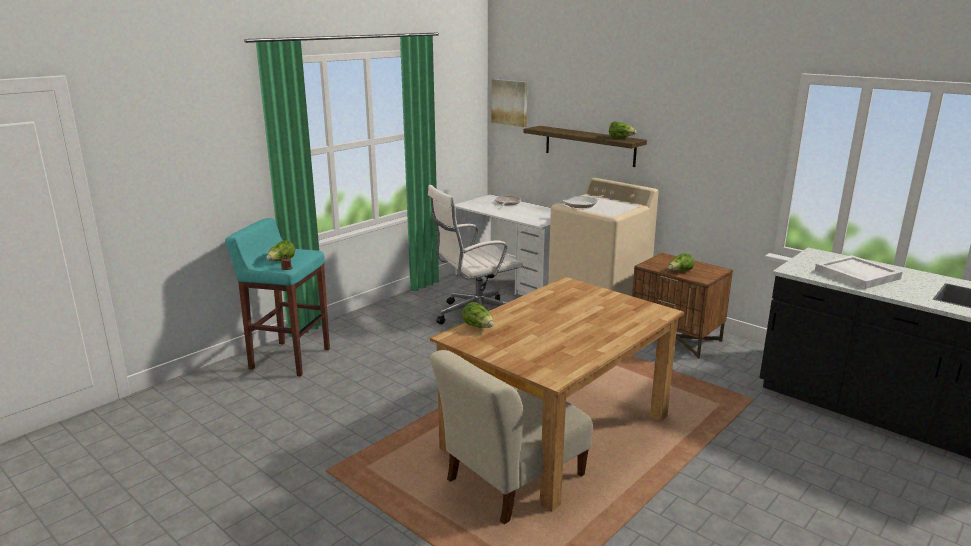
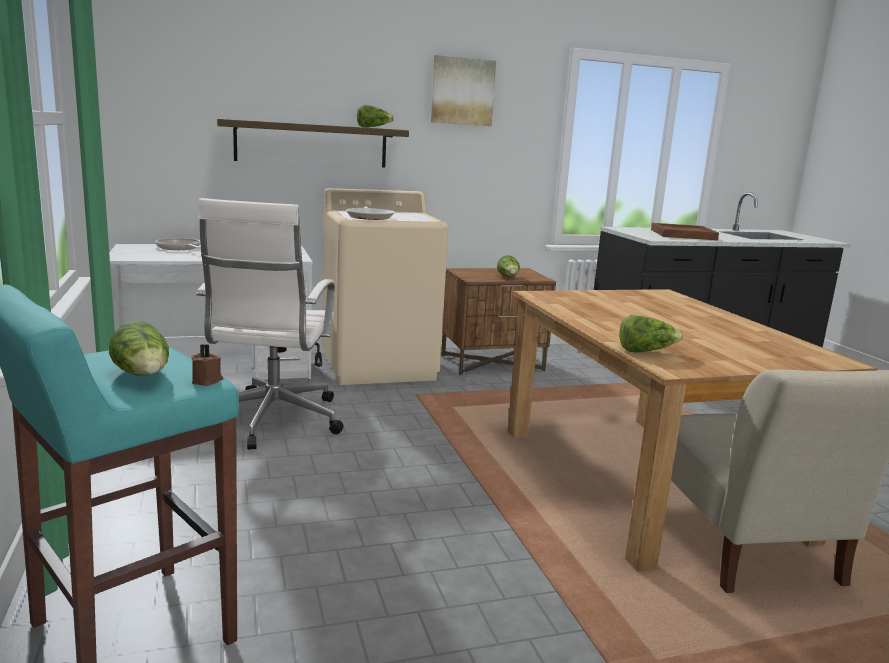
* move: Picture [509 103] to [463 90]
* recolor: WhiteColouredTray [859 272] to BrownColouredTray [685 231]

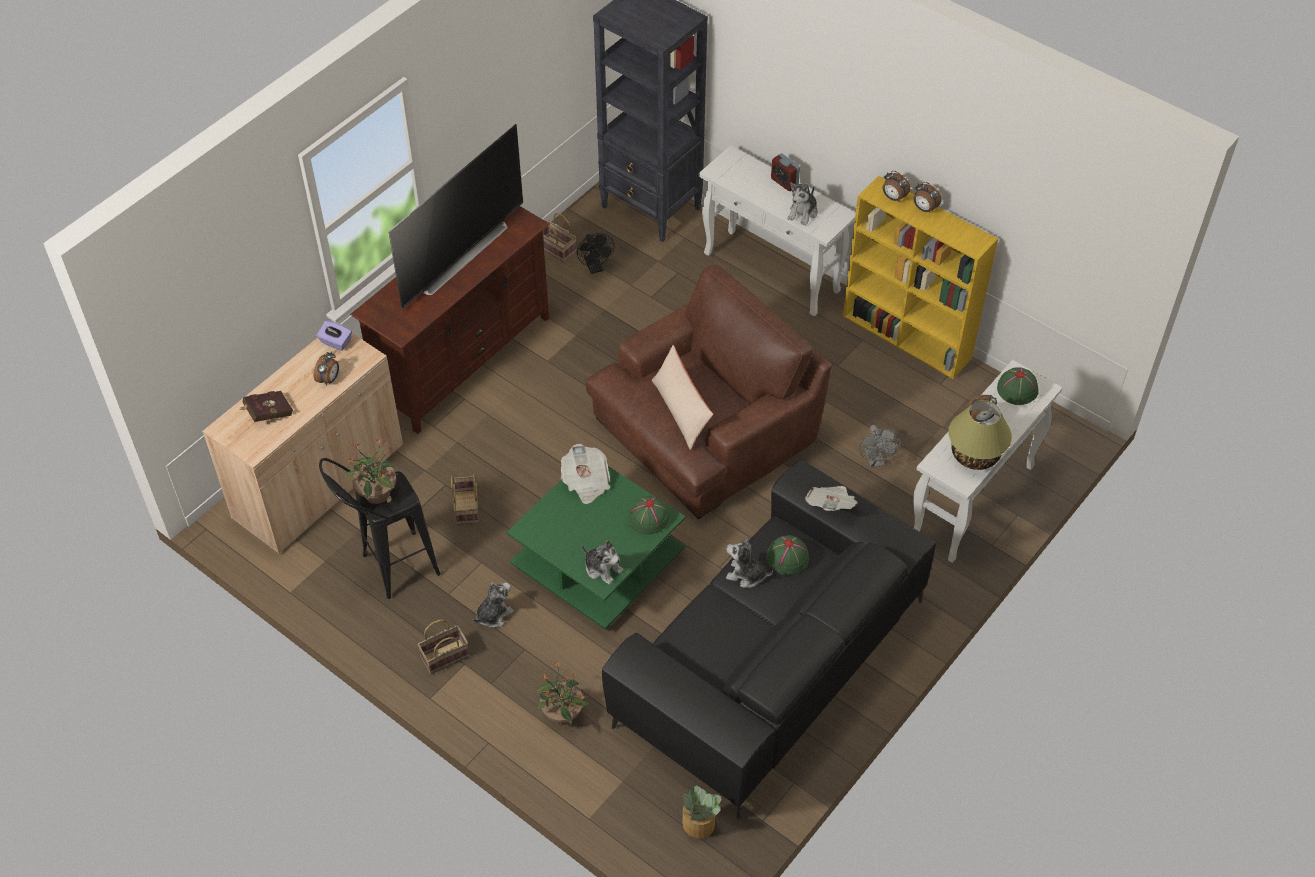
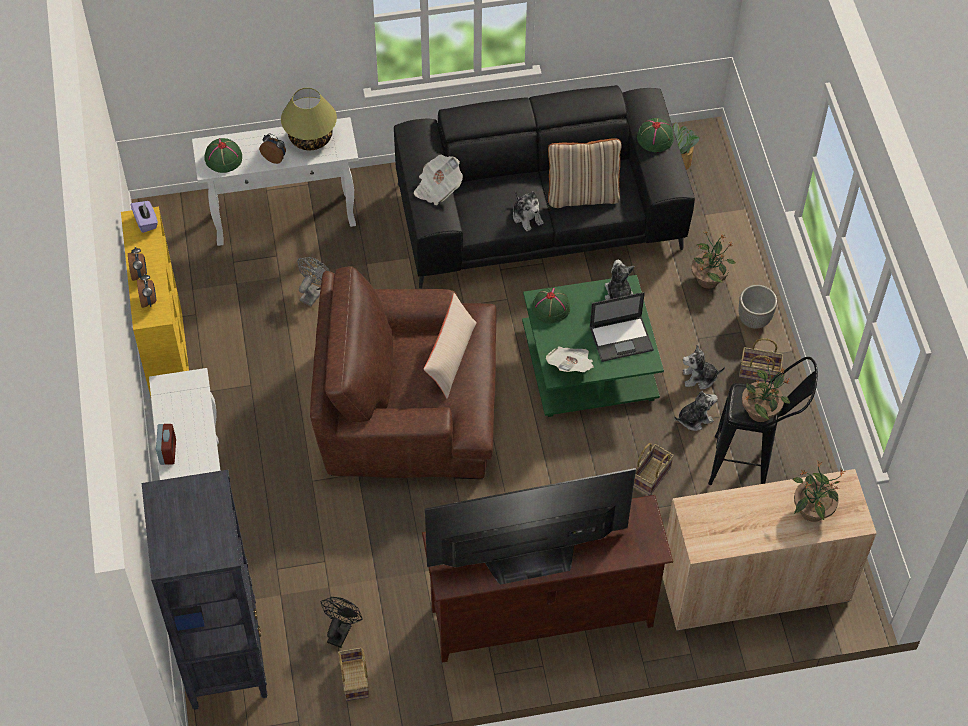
* move: PurpleColouredTissueHolder [334 335] to [144 217]
* insert: BeigeColouredPillow [585 173]
* insert: PortableComputer [621 327]
* move: GreenColouredWearableHat [787 555] to [655 135]
* move: PlushToy [803 204] to [696 411]
* insert: Planter [758 307]
* replace: RedBoundBook [266 406] to Houseplant [819 491]
* delete: BedsideClock [326 368]

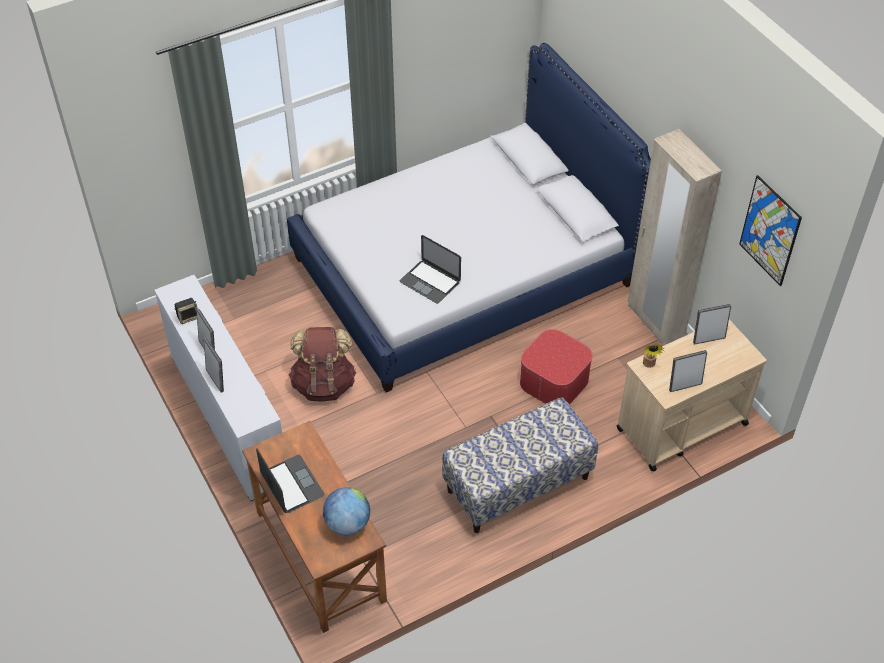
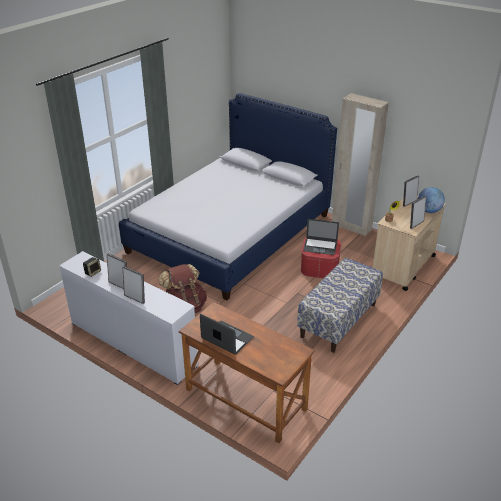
* move: PortableComputer [430 269] to [321 237]
* move: Globe [346 511] to [431 200]
* delete: Picture [770 230]

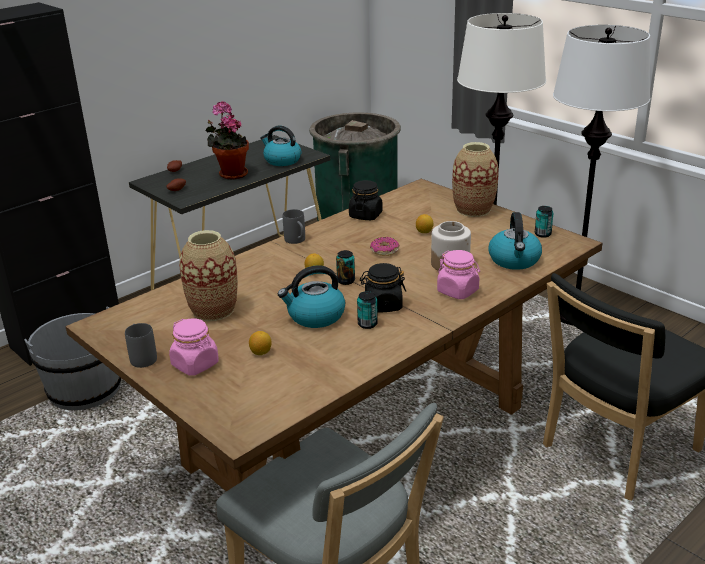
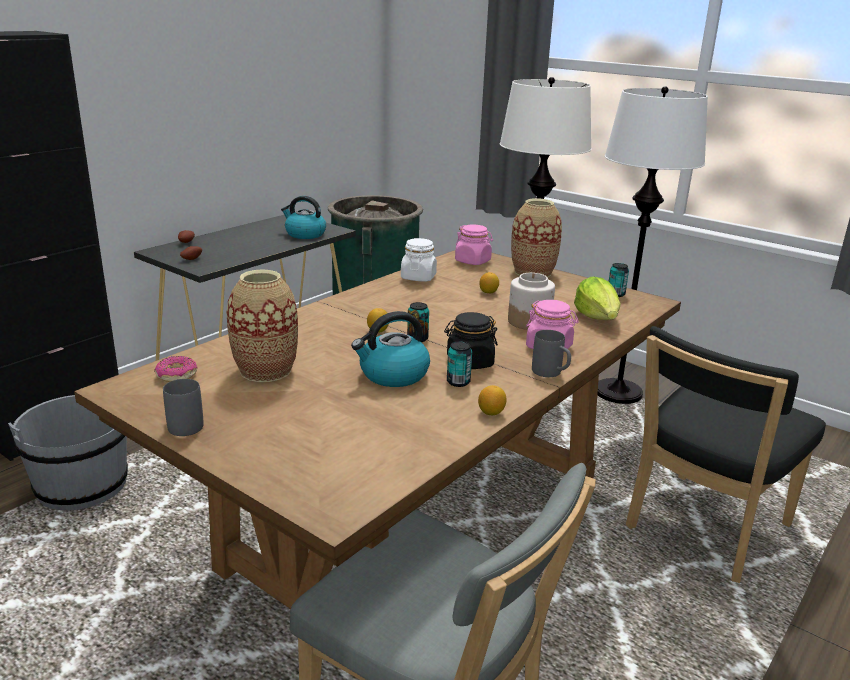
* move: Doughnut [385 246] to [176 369]
* recolor: BlackishPreserveJar [366 200] to WhiteColouredPreserveJar [419 260]
* move: PinkPreserveJar [194 347] to [474 245]
* move: Lemon [260 343] to [492 400]
* move: GreyCoffeeMug [294 226] to [551 353]
* replace: Kettle [515 241] to Lettuce [597 298]
* delete: Houseplant [227 140]

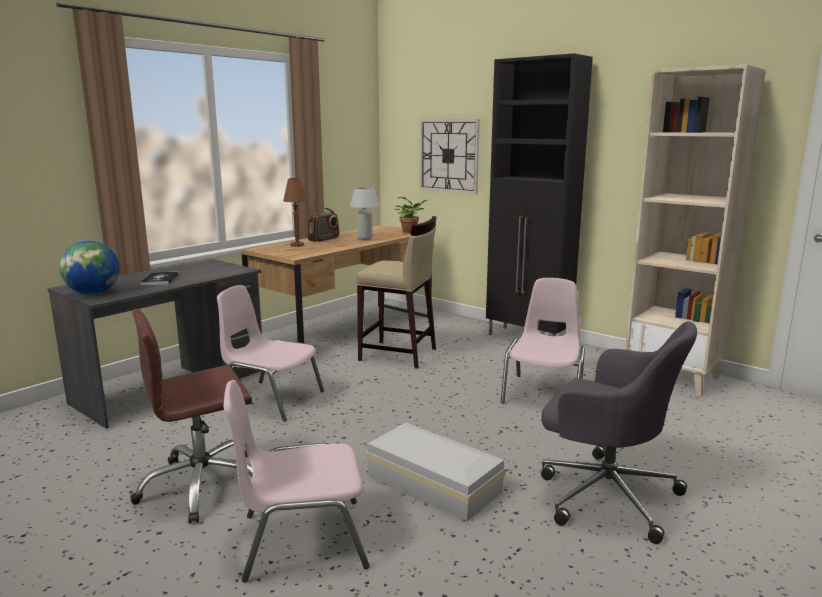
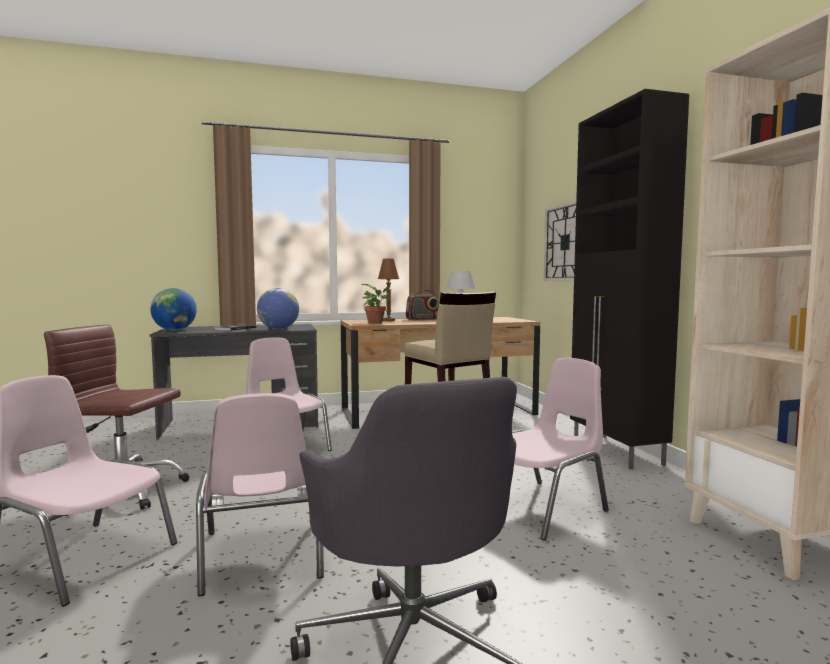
* replace: WhiteColouredStorageContainer [436 472] to PinkChair [260 494]
* insert: Globe [278 308]
* move: Houseplant [411 215] to [376 304]

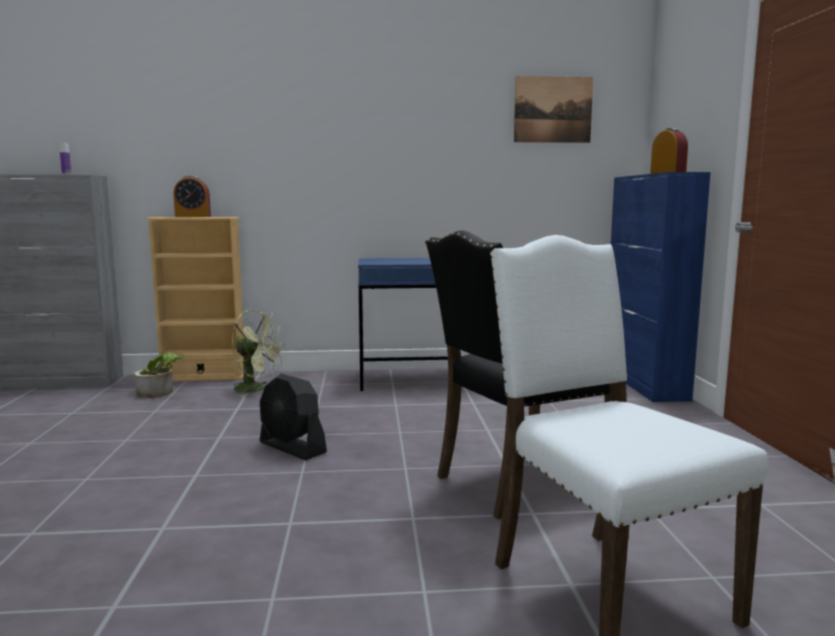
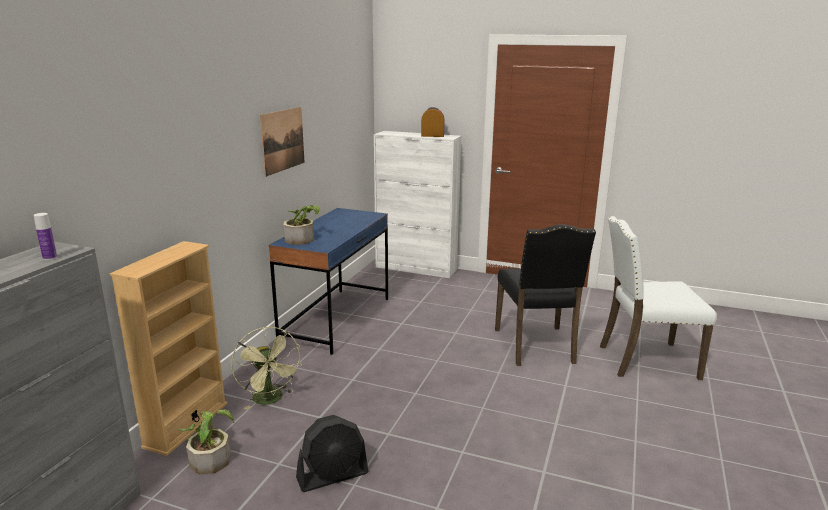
* rotate: GreenColouredFan [258 353] = [266 368] 105 degrees clockwise
* move: Picture [553 109] to [282 142]
* insert: Houseplant [301 225]
* move: BlackishFan [293 417] to [332 453]
* recolor: BlueCabinet [661 287] to WhiteColouredCabinet [417 204]
* delete: BedsideClock [192 196]

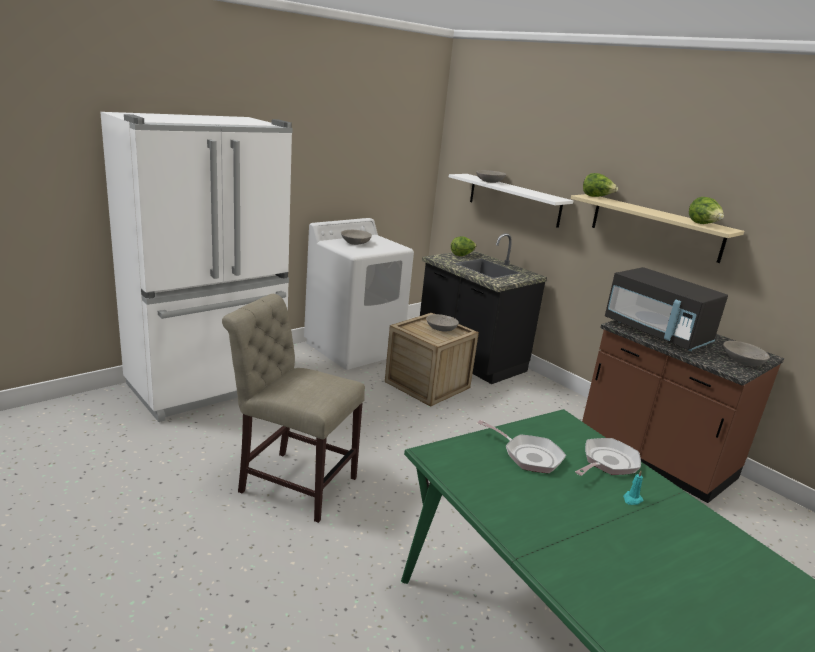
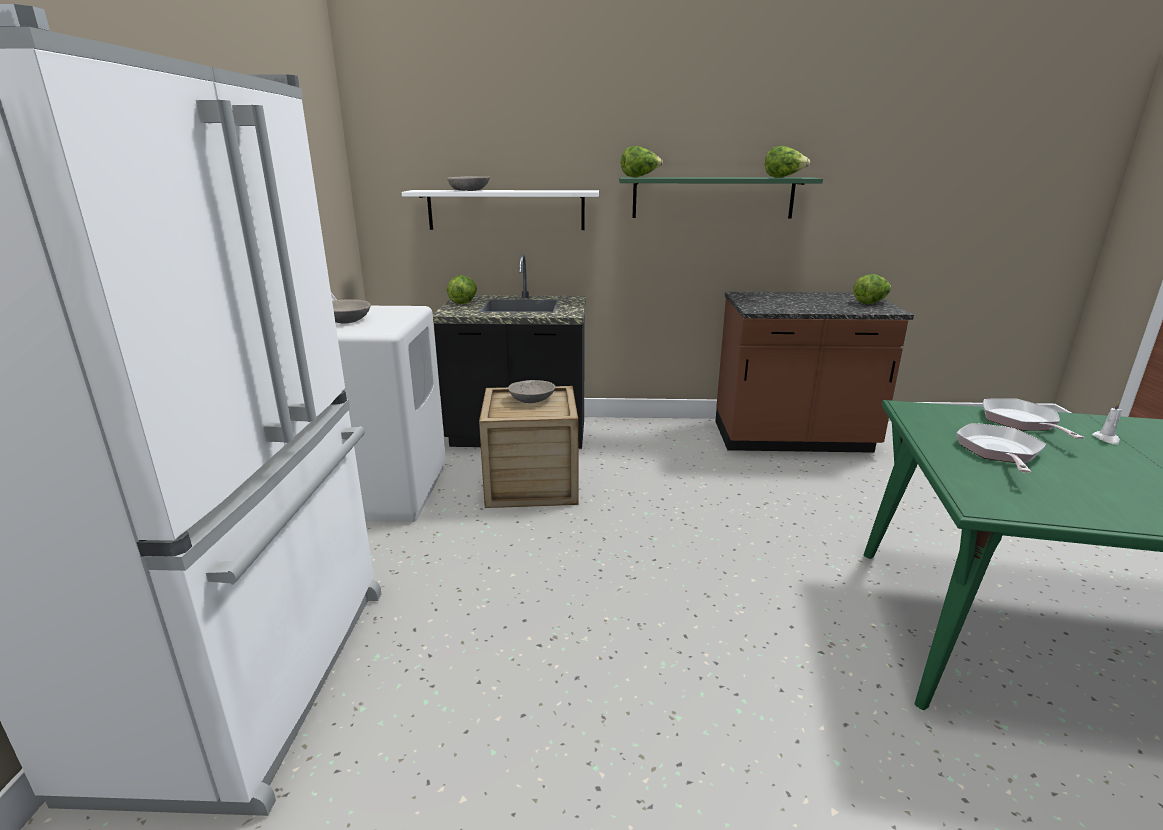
* recolor: BeigeColouredWallShelf [657 228] to GreenColouredWallShelf [721 197]
* replace: GreyServingBowl [746 353] to Lettuce [872 289]
* rotate: Skillet [521 446] = [1001 448] 60 degrees counterclockwise
* recolor: BlueGreenWaxCandle [633 488] to WhiteColouredWaxCandle [1106 422]
* delete: BeigeColouredChair [293 408]
* delete: BlackishMicrowave [666 309]

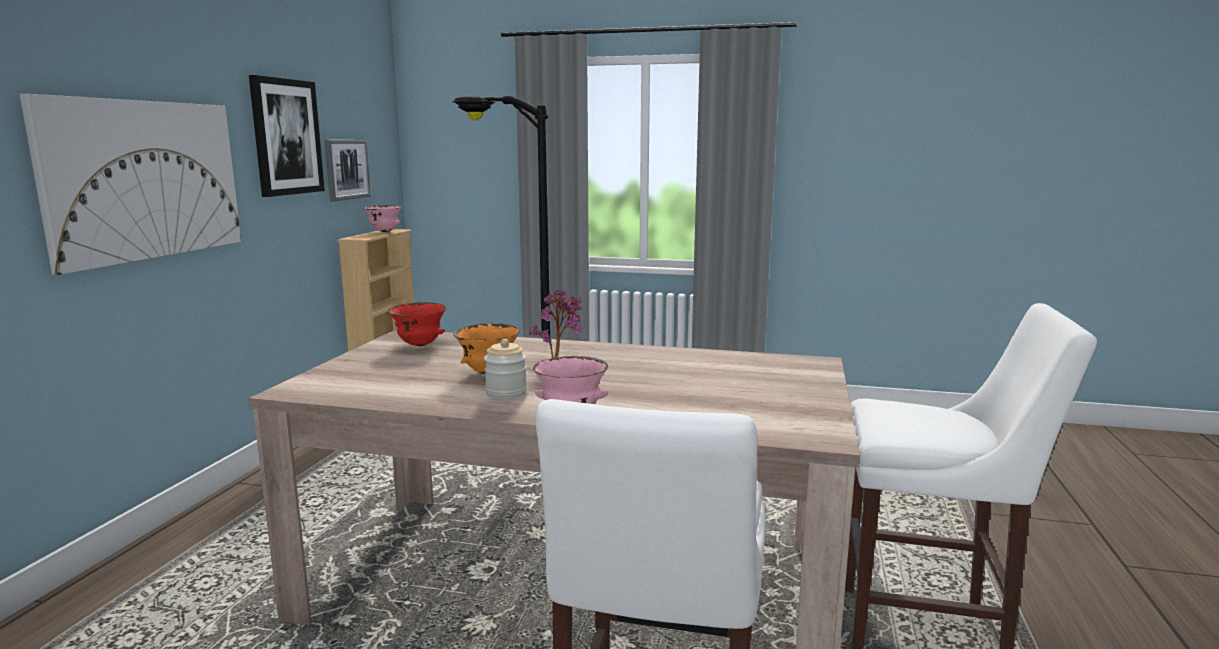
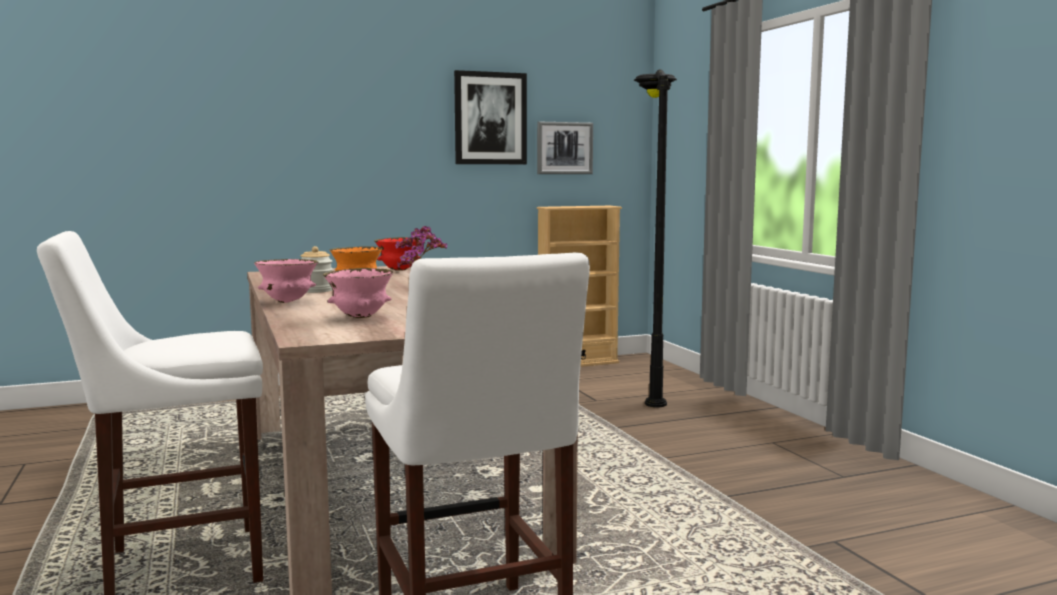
* move: PinkServingBowl [382 218] to [358 293]
* delete: Picture [130 184]

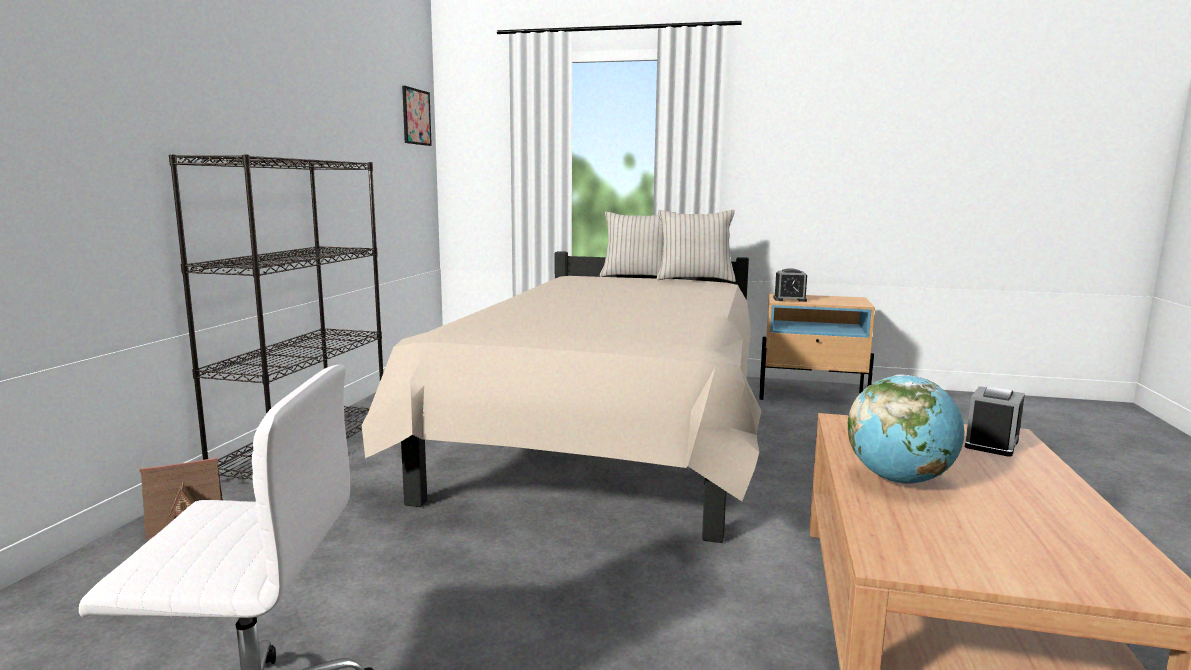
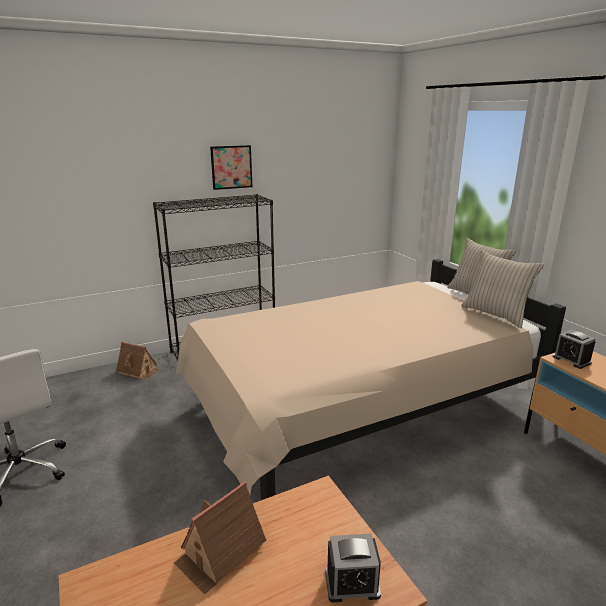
* replace: Globe [906 429] to ModelHouse [220 537]
* move: Picture [417 116] to [231 167]

